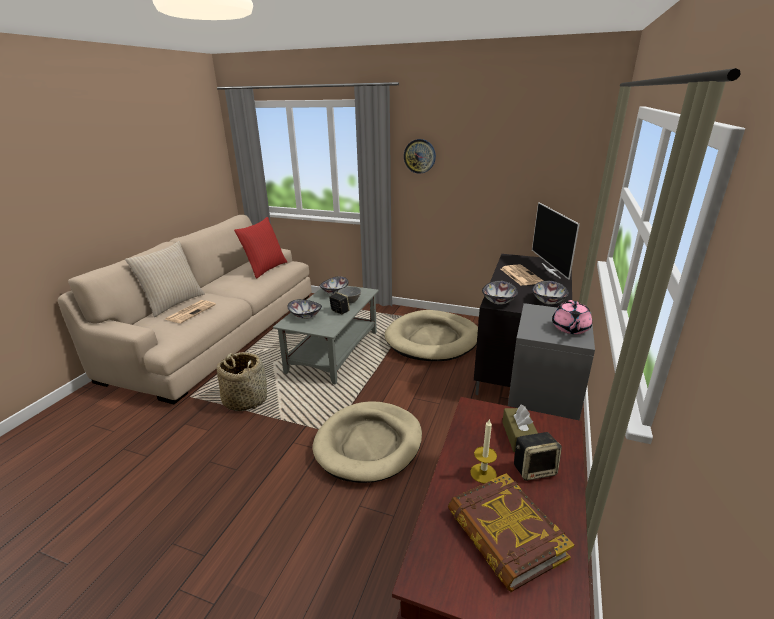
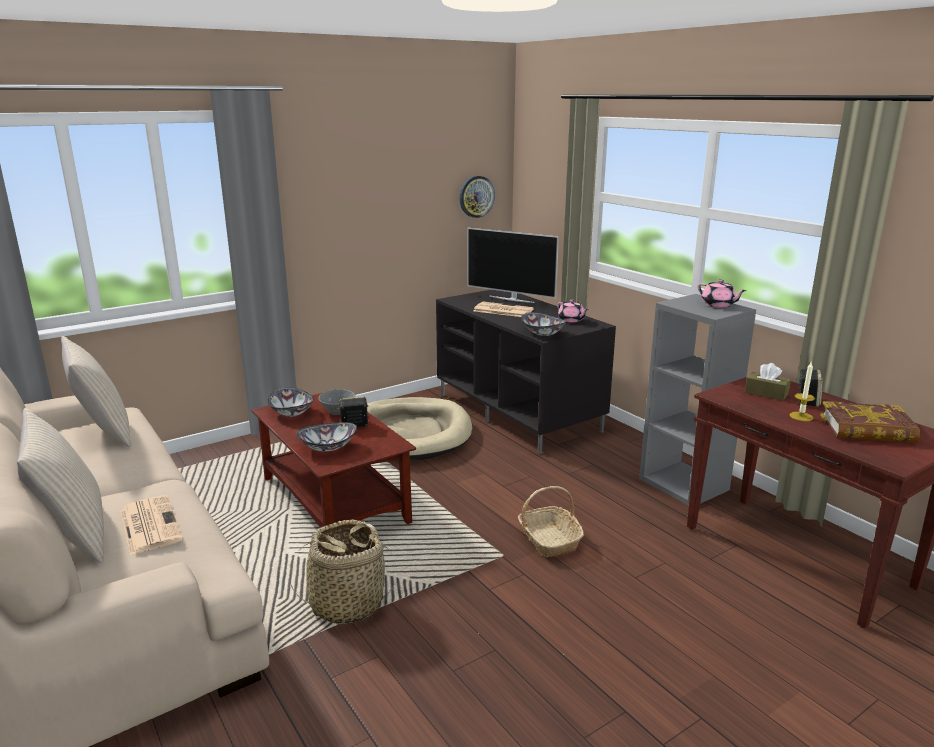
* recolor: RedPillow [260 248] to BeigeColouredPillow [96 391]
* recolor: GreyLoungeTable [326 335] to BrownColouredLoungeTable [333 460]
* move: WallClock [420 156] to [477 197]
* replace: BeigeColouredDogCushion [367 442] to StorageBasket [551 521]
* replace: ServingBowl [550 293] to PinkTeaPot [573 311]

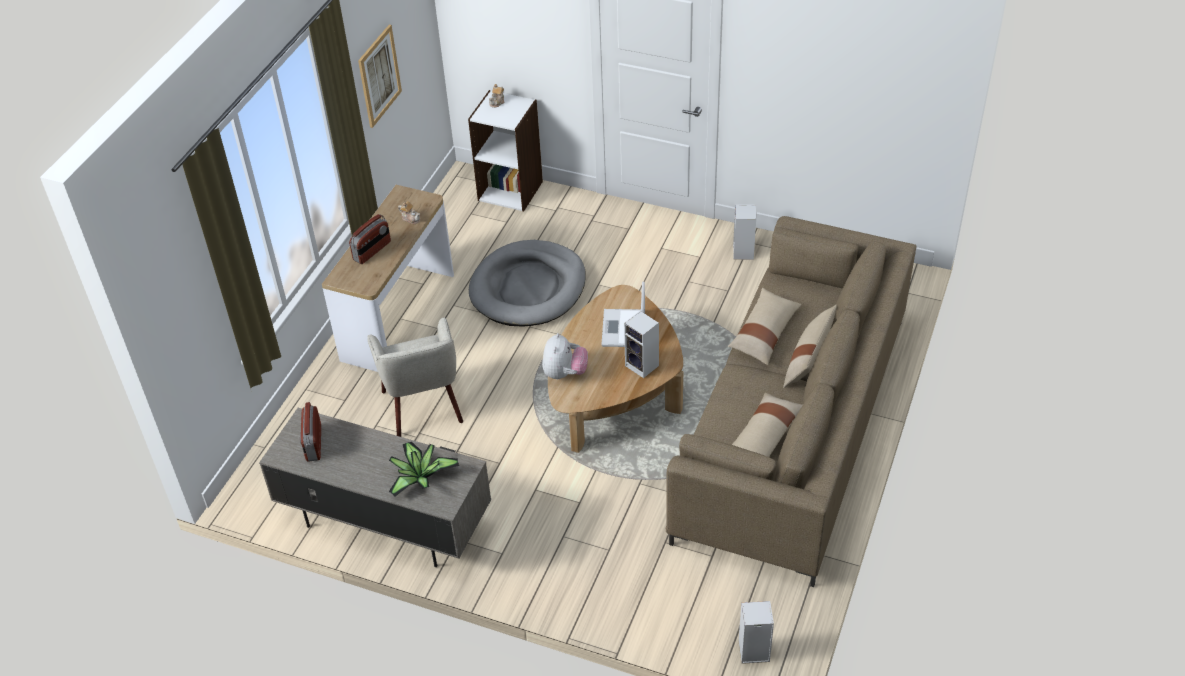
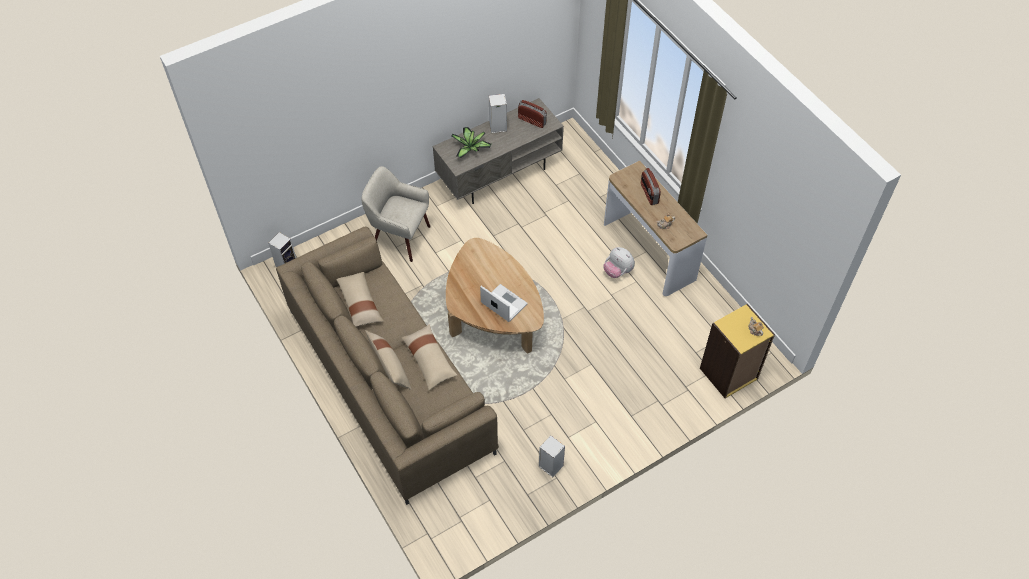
* move: BeigeColouredLoungeChair [415 377] to [395 214]
* move: Loudspeaker [641 344] to [498 113]
* move: PlushToy [565 356] to [619 262]
* recolor: WhiteColouredBookcase [505 150] to YellowishBookcase [737 351]
* delete: Picture [380 76]
* delete: GreyDogCushion [527 283]

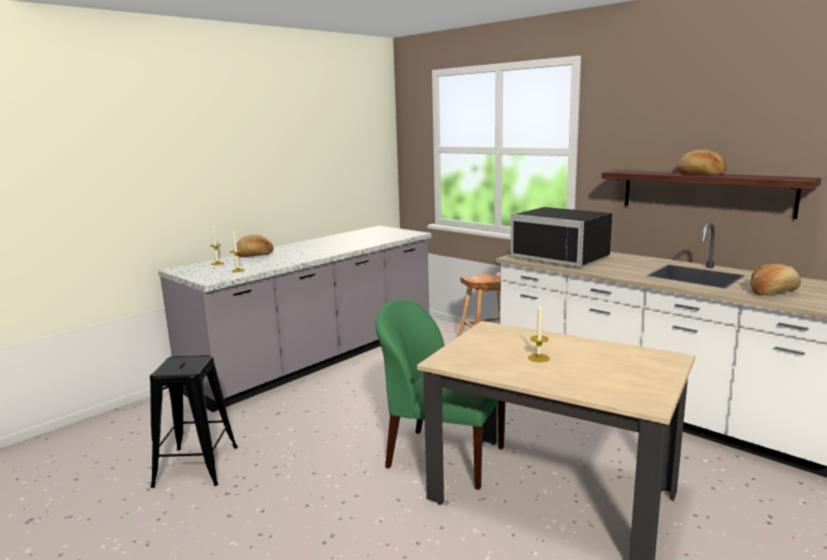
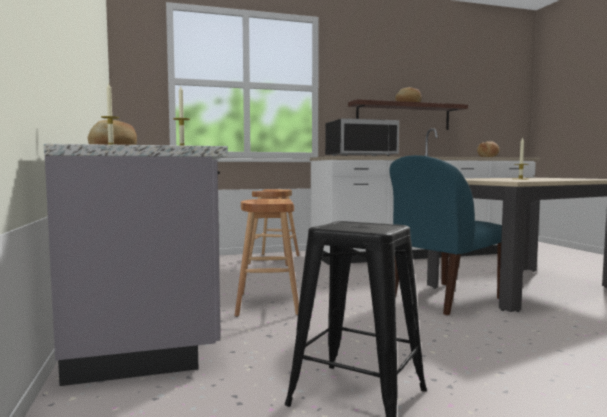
* insert: BrownColouredStool [266 258]
* recolor: GreenColouredChair [440 394] to BlueChair [445 235]

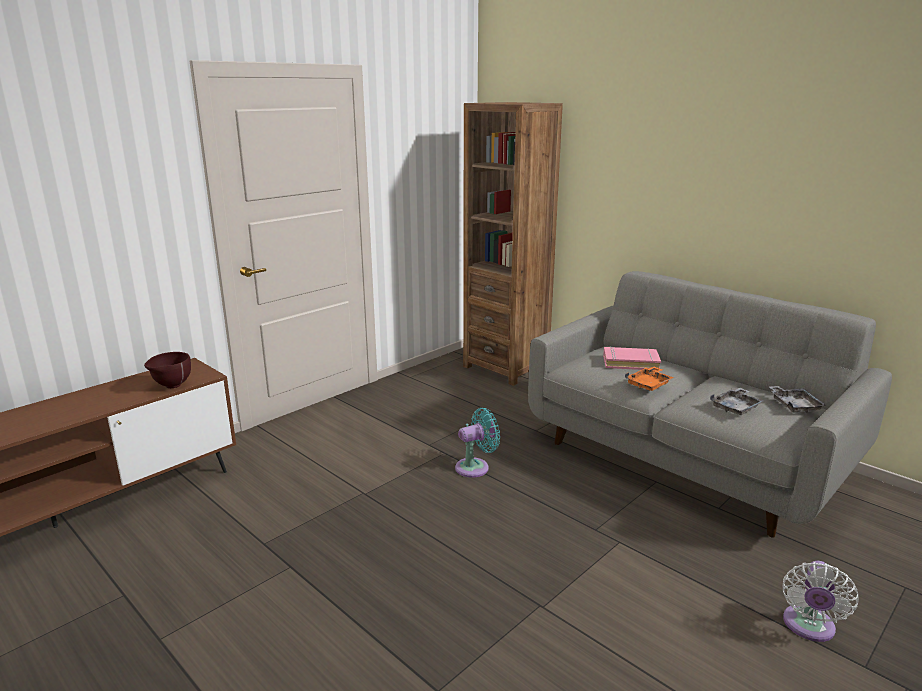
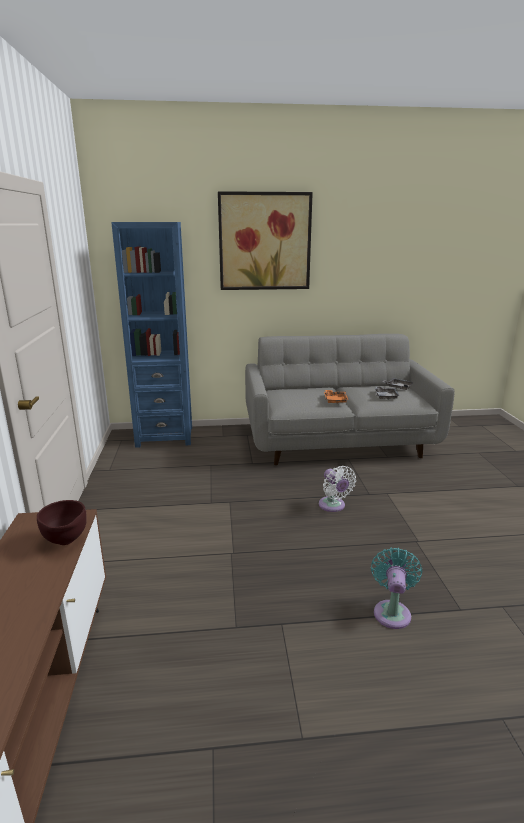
* recolor: BrownColouredBookcase [513 244] to BlueBookcase [151 335]
* insert: Picture [265 240]
* move: WhiteColouredFan [820 601] to [337 489]
* move: BlueGreenFan [477 443] to [396 588]
* delete: PinkBoundBook [632 358]

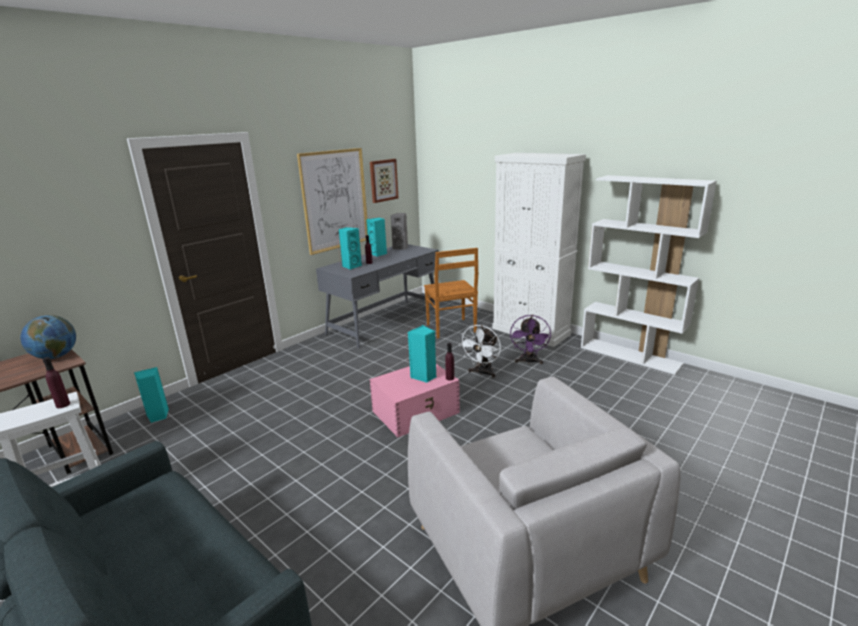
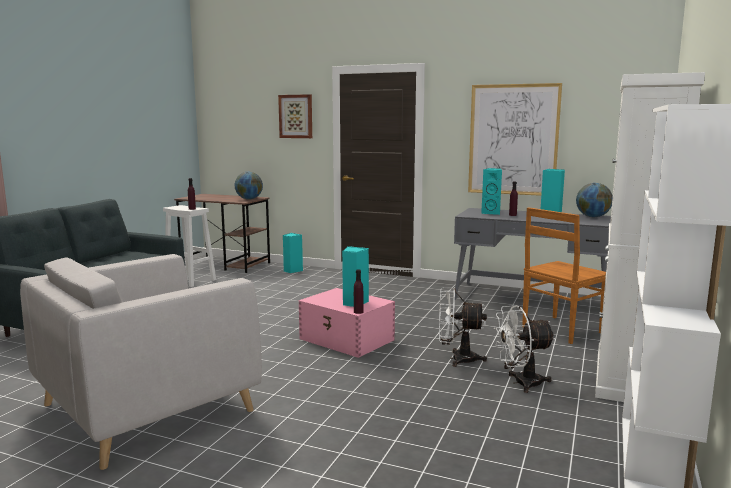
* move: Picture [384 181] to [295 116]
* recolor: PurpleColouredFan [530 339] to WhiteColouredFan [524 349]
* replace: GreyLoudspeaker [399 231] to Globe [594 200]

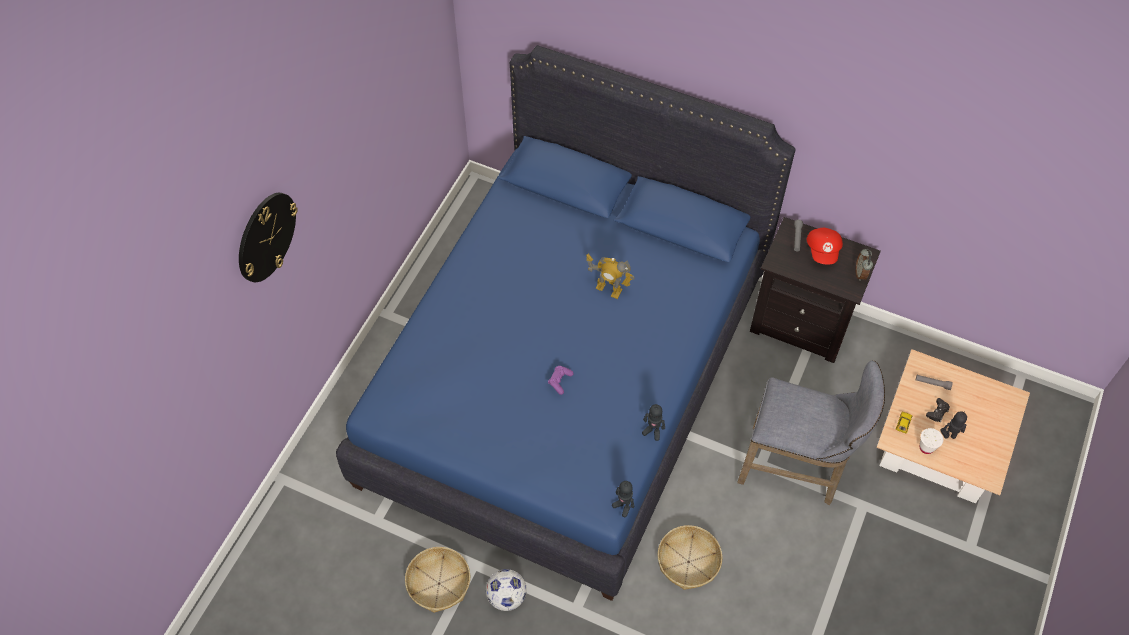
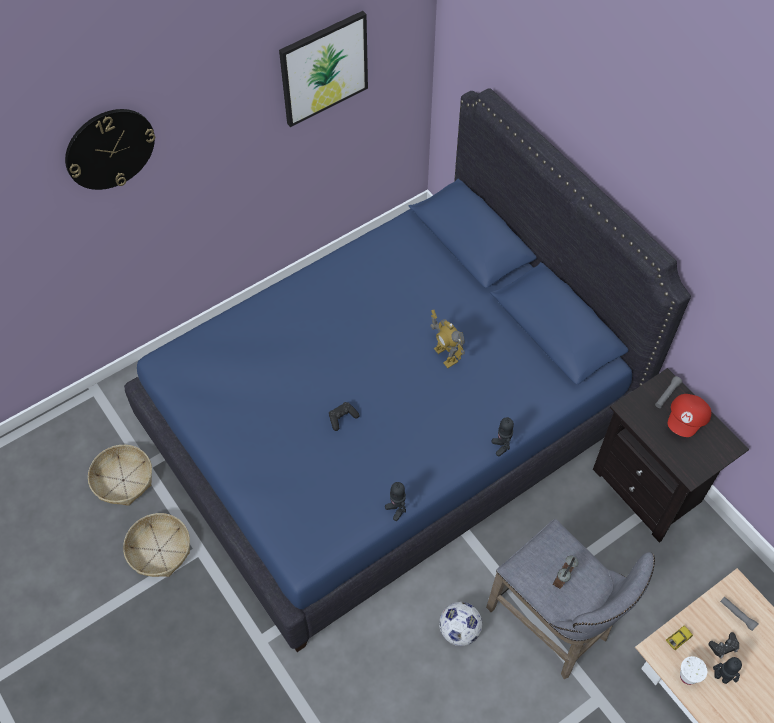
* move: StorageBasket [690 557] to [120 475]
* insert: Picture [323 69]
* recolor: PurpleColouredGamepad [561 380] to BlackishGamepad [344 416]
* move: Football [506 590] to [460 624]
* move: RobotFigure [623 499] to [503 436]
* move: BedsideClock [864 265] to [566 572]

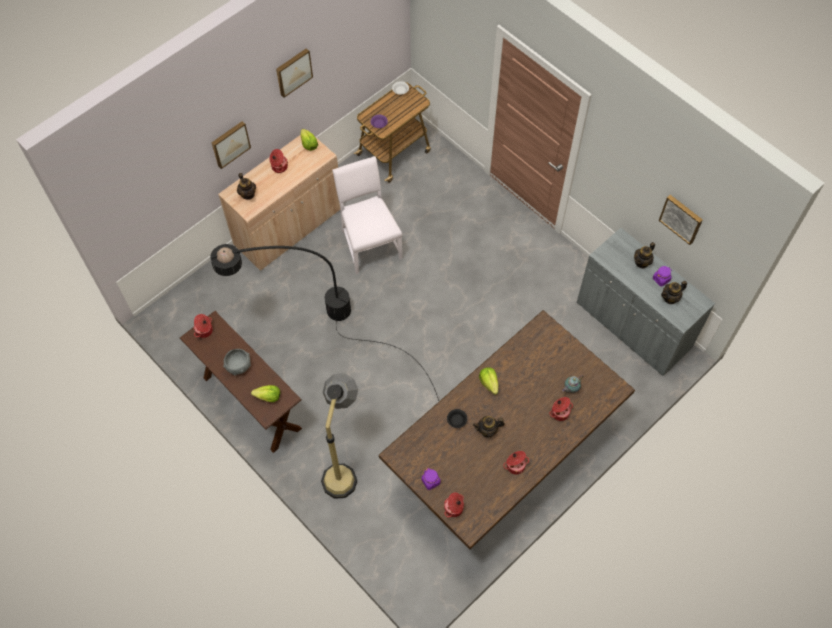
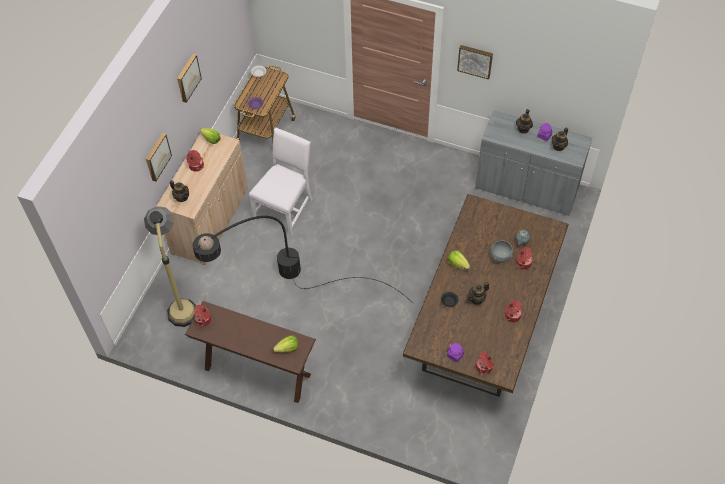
* move: StandardLamp [339 436] to [170 266]
* rotate: WhiteColouredChair [367 215] = [281 182] 75 degrees clockwise
* move: Picture [681 220] to [475 62]
* move: GreyServingBowl [237 362] to [501 251]

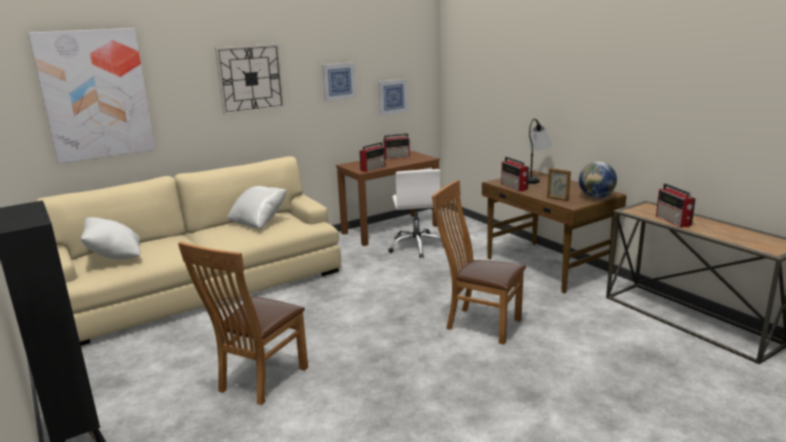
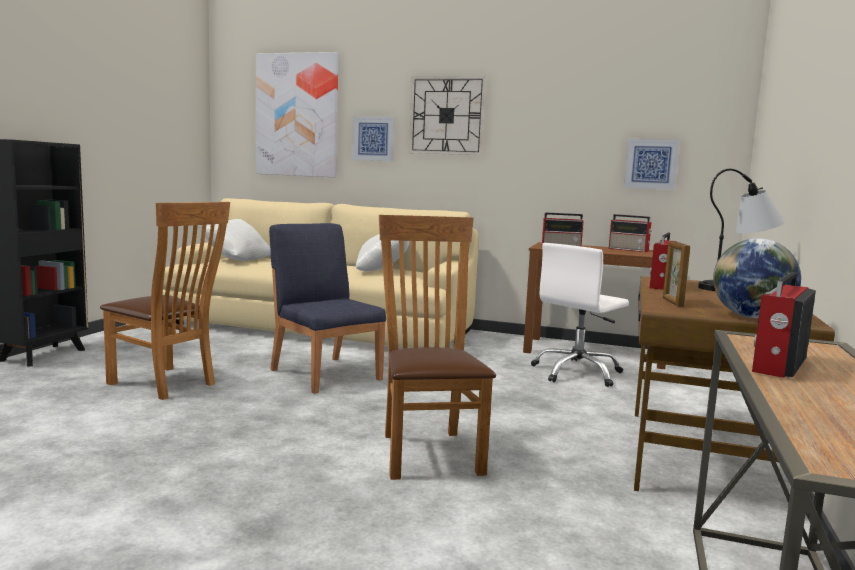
* rotate: BrownColouredChair [243 323] = [165 301] 135 degrees counterclockwise
* insert: BlueChair [327 308]
* move: Picture [339 81] to [373 138]

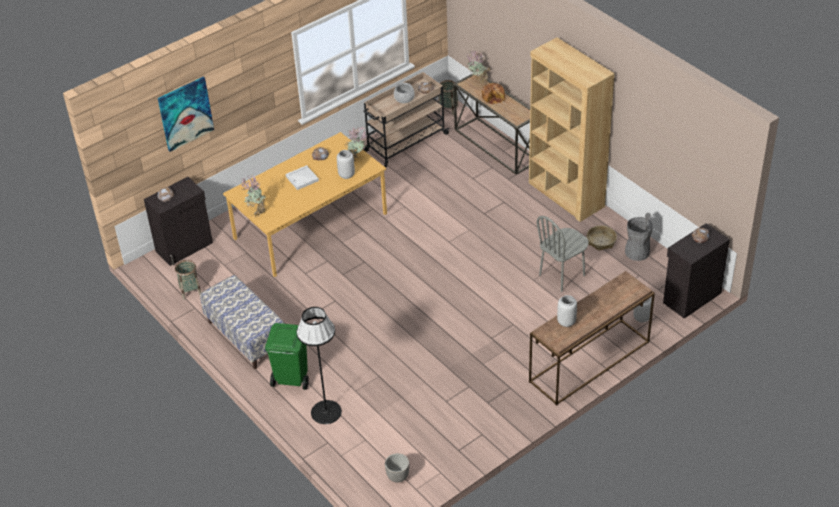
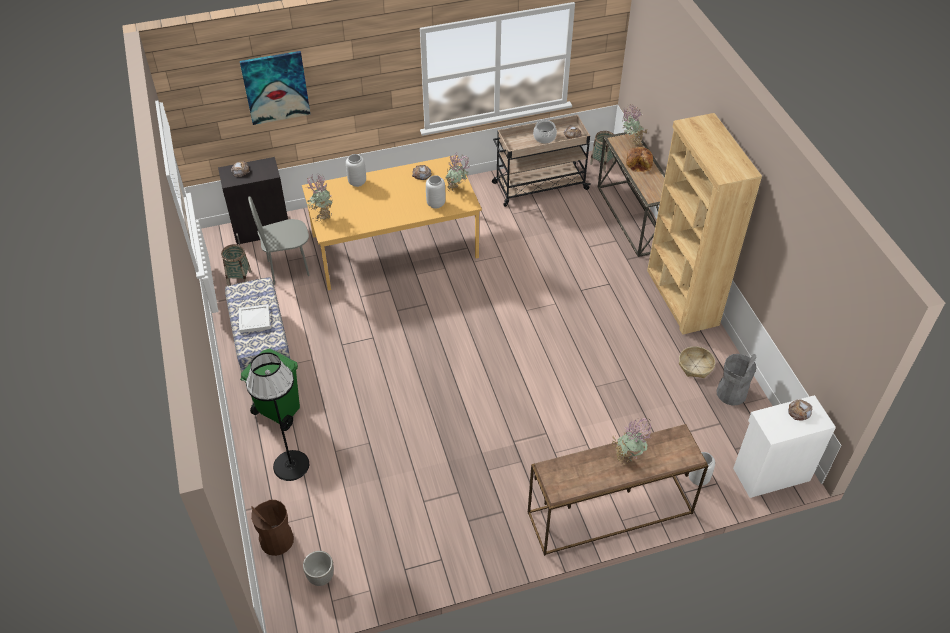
* move: WhiteColouredTray [302 177] to [254 318]
* move: GreyChair [563 254] to [279 240]
* insert: BrownColouredTrashCan [272 528]
* move: GreyFlowerVase [567 311] to [356 170]
* insert: Houseplant [632 441]
* recolor: BlackishCabinet [696 271] to WhiteColouredCabinet [784 446]

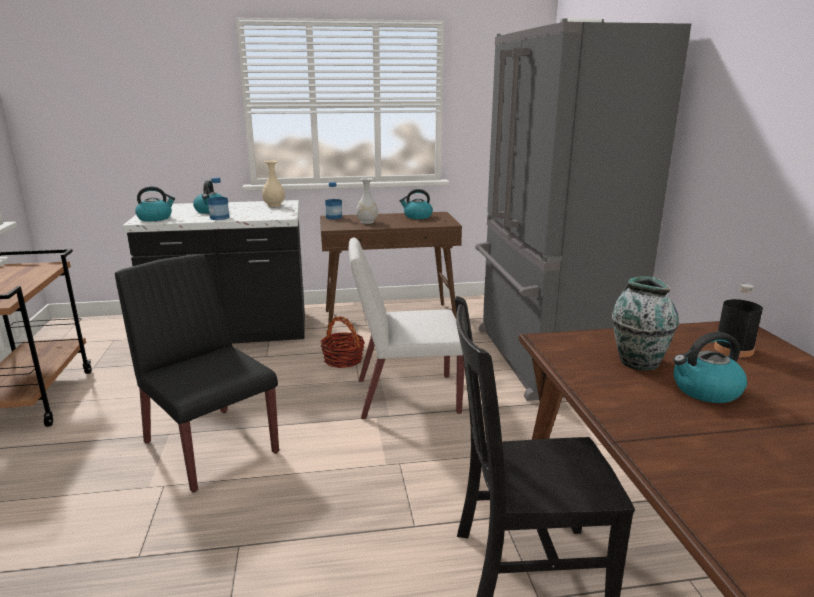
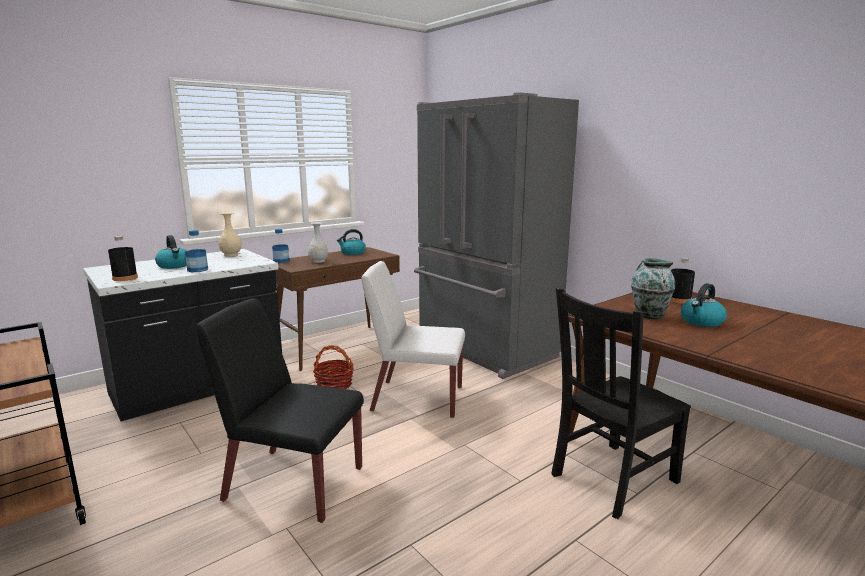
* replace: Kettle [155 203] to BlackishBeverageBottle [123 258]
* rotate: WhiteColouredChair [406 329] = [413 339] 45 degrees clockwise

